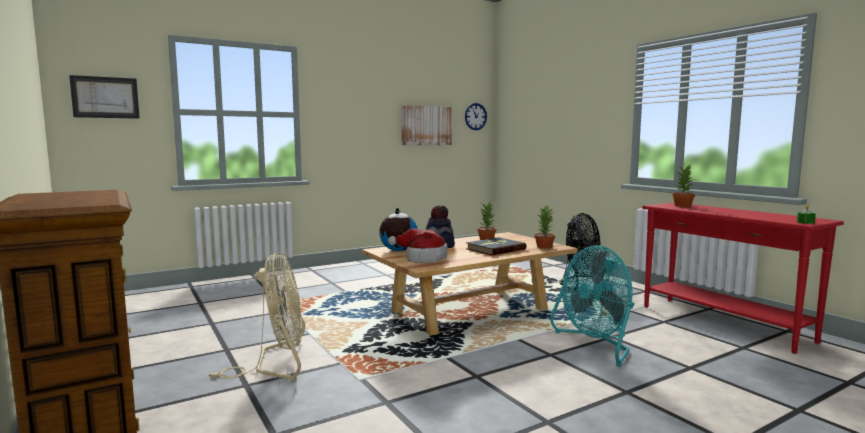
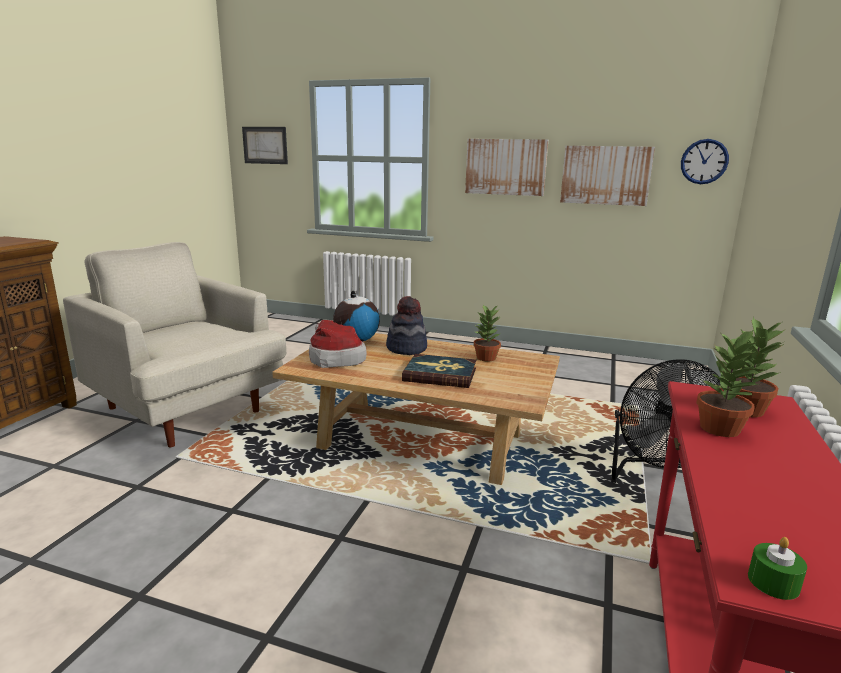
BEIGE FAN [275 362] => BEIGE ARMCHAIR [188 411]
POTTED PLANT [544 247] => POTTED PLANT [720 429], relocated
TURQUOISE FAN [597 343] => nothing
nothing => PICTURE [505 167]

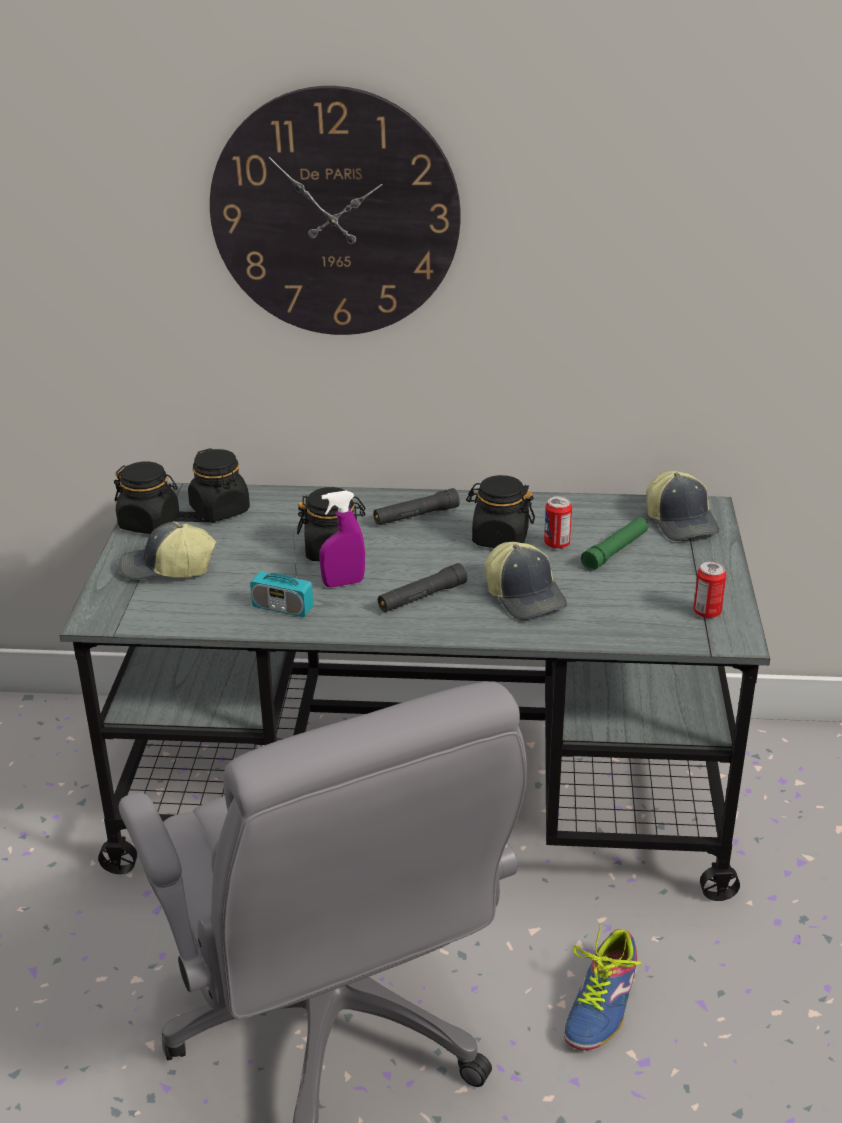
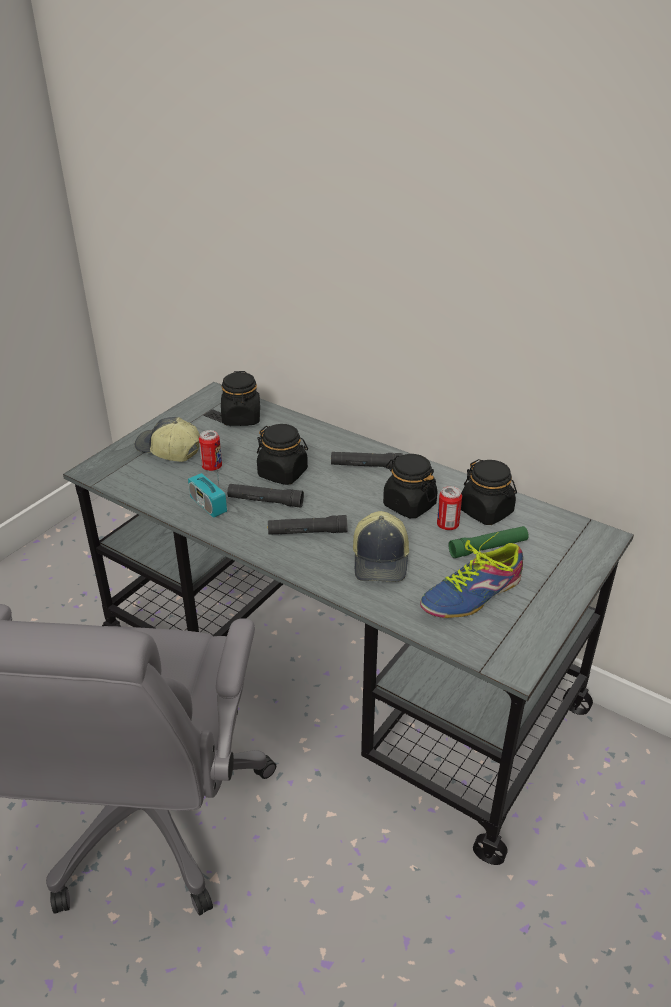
BLACK JAR [150 523] => BLACK JAR [486 511], relocated
WALL CLOCK [335 214] => nothing
PURPLE SPRAY BOTTLE [343 583] => BLACK FLASHLIGHT [265 501]
SHOE [602 1003] => SHOE [472 594], relocated
CAP [681 522] => nothing
CAN [707 612] => CAN [212 467], relocated

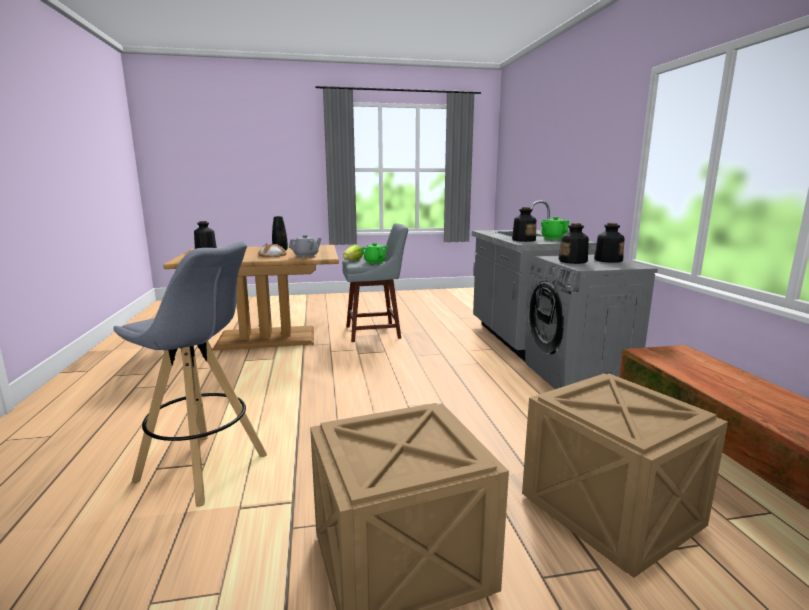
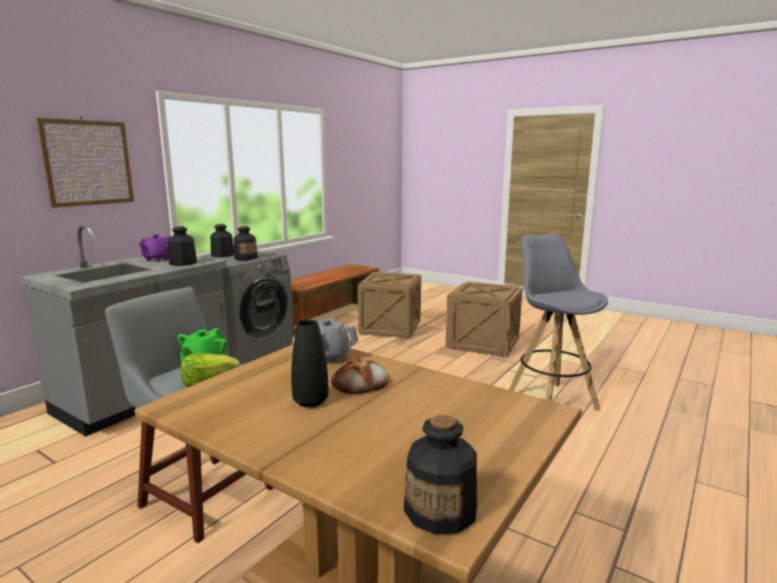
GREEN TEAPOT [554 239] => PURPLE TEAPOT [158 259]
nothing => PICTURE [88 161]

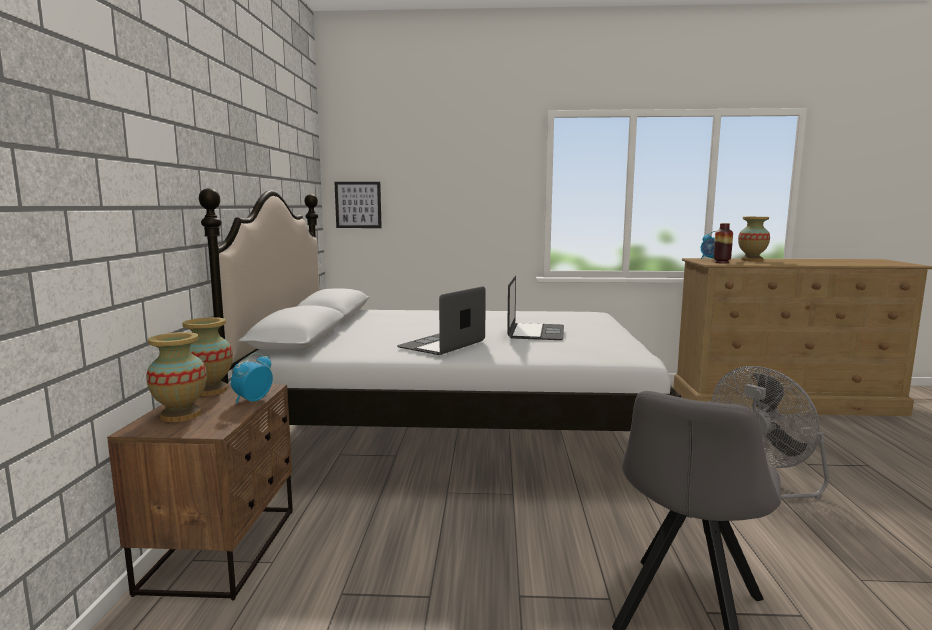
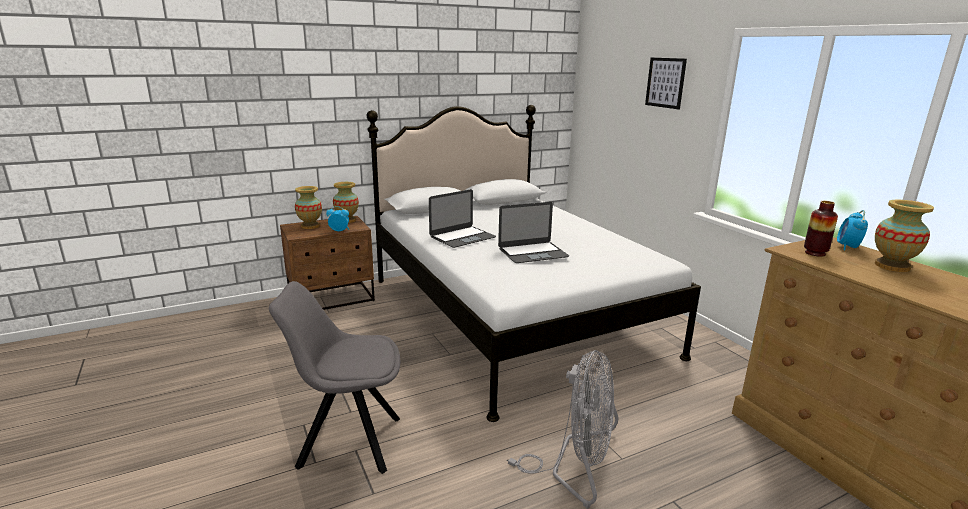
PICTURE [358 205] => PICTURE [665 82], relocated
LAPTOP [442 344] => LAPTOP [462 237], 135 degrees clockwise

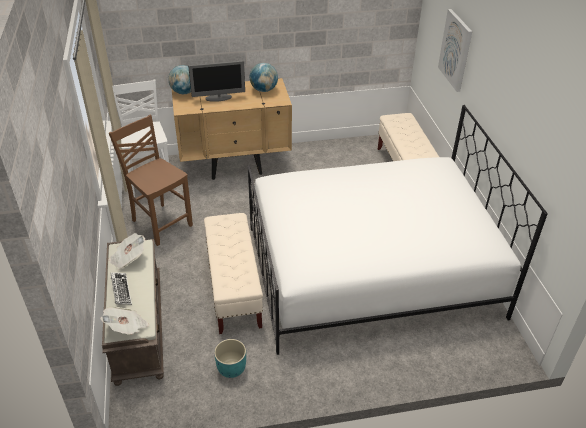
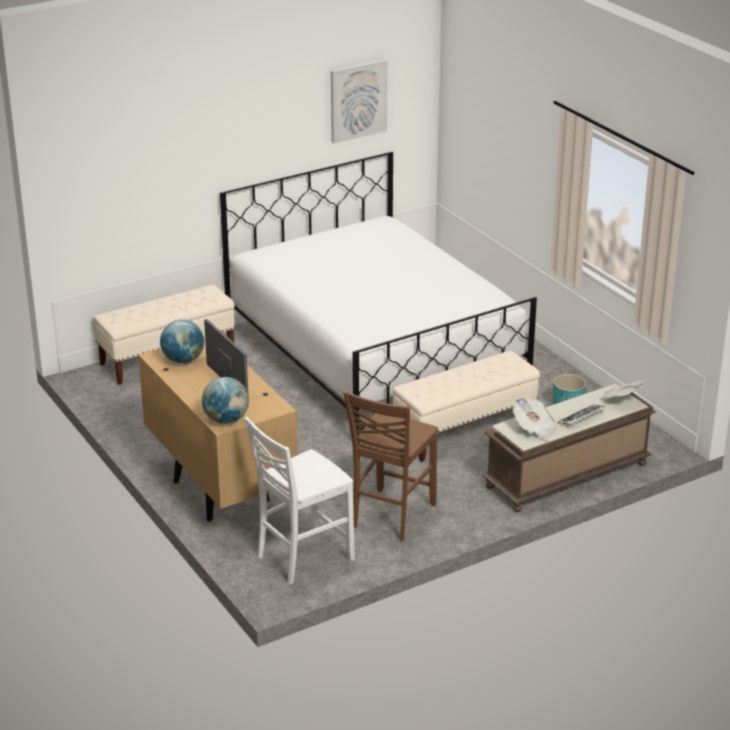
PICTURE [455 50] => PICTURE [358 100], relocated

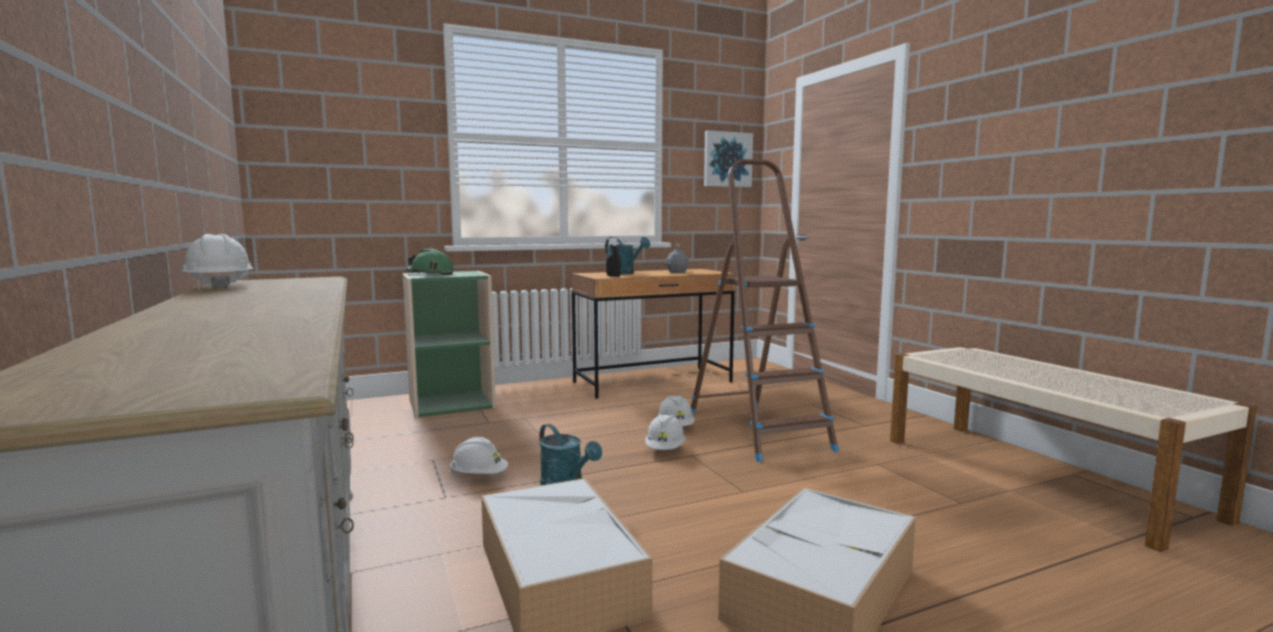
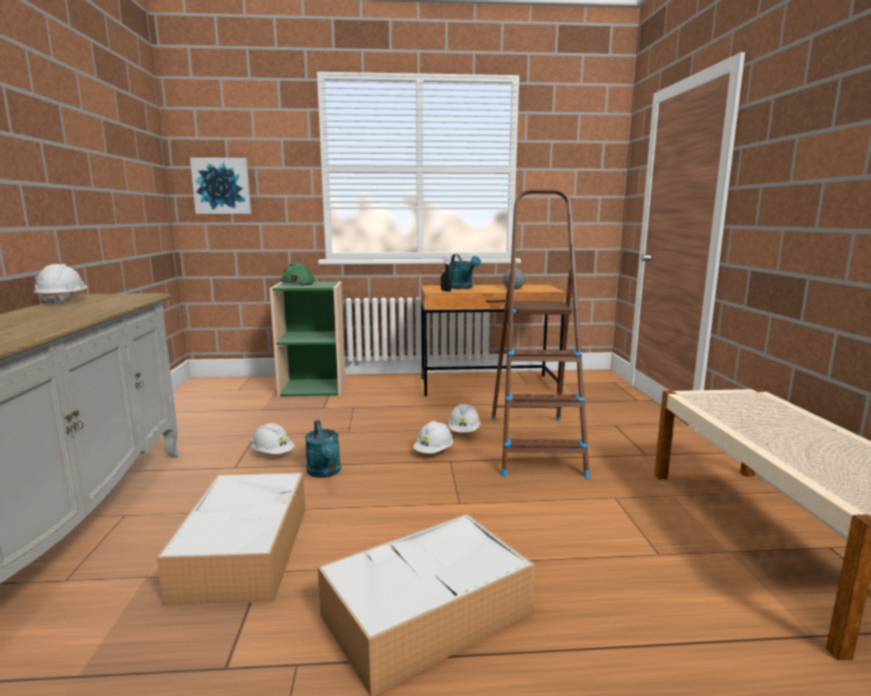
PICTURE [727 159] => PICTURE [221 186], relocated

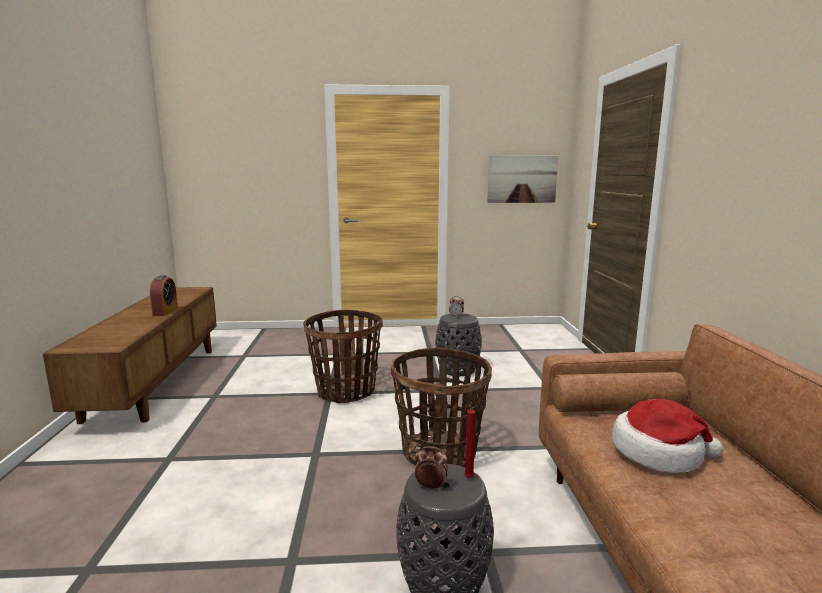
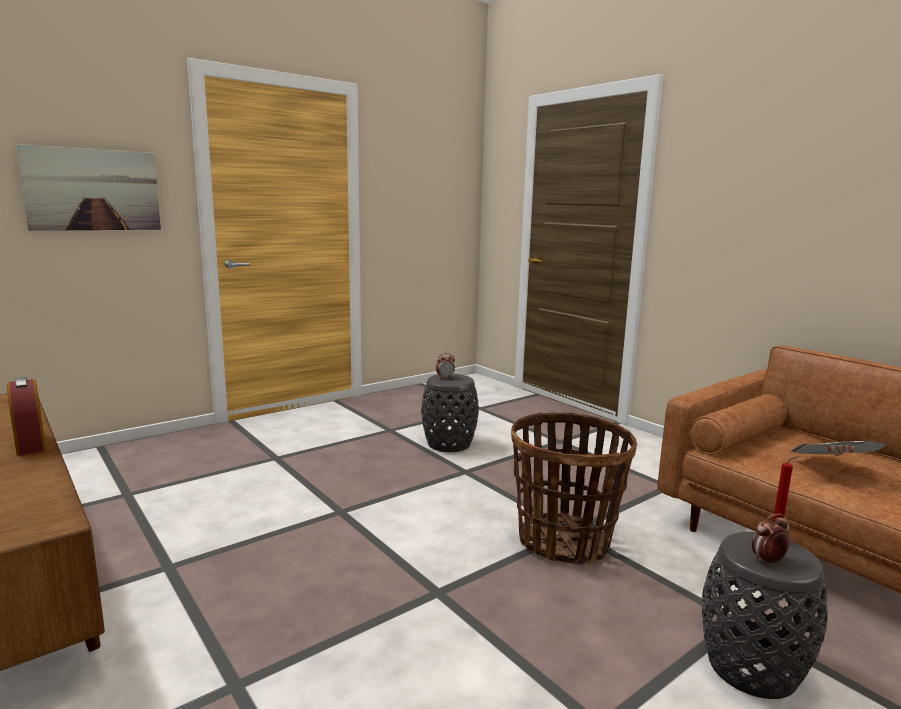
BASKET [345 391] => nothing
PICTURE [522 179] => PICTURE [93 190], relocated
HAT [659 453] => NEWSPAPER [831 468]

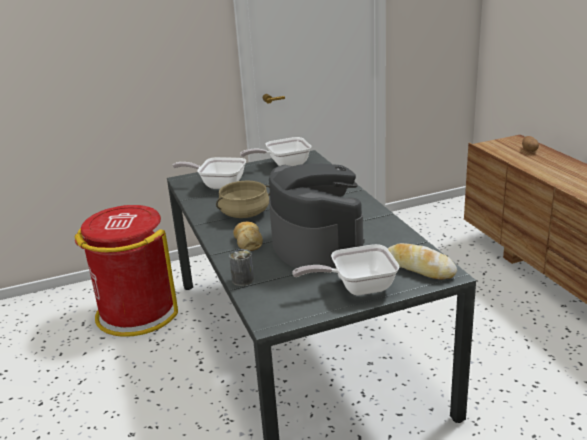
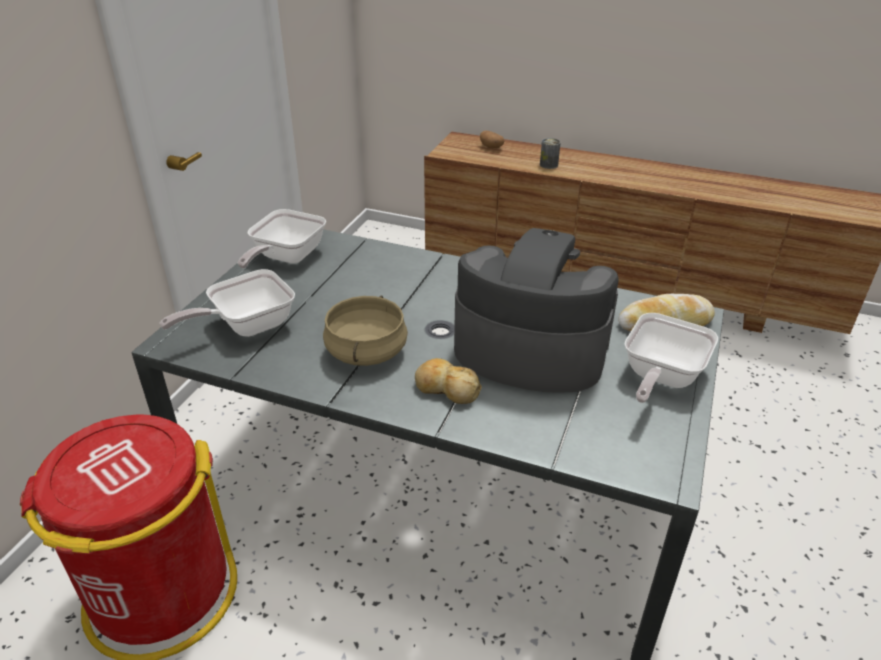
CAN [243 280] => CAN [548 165], relocated

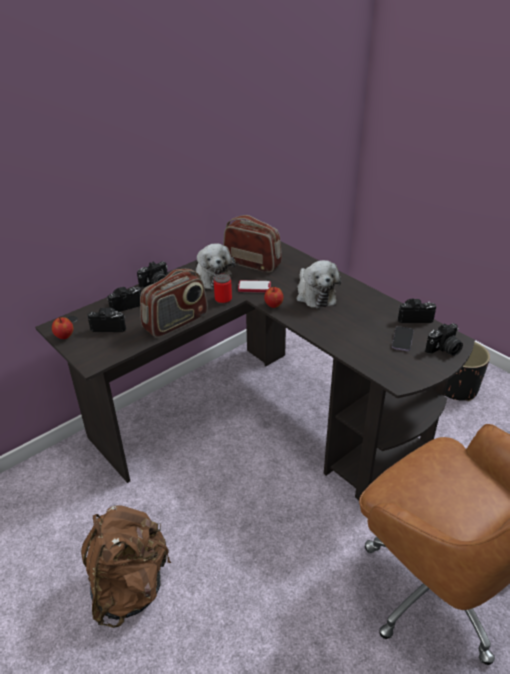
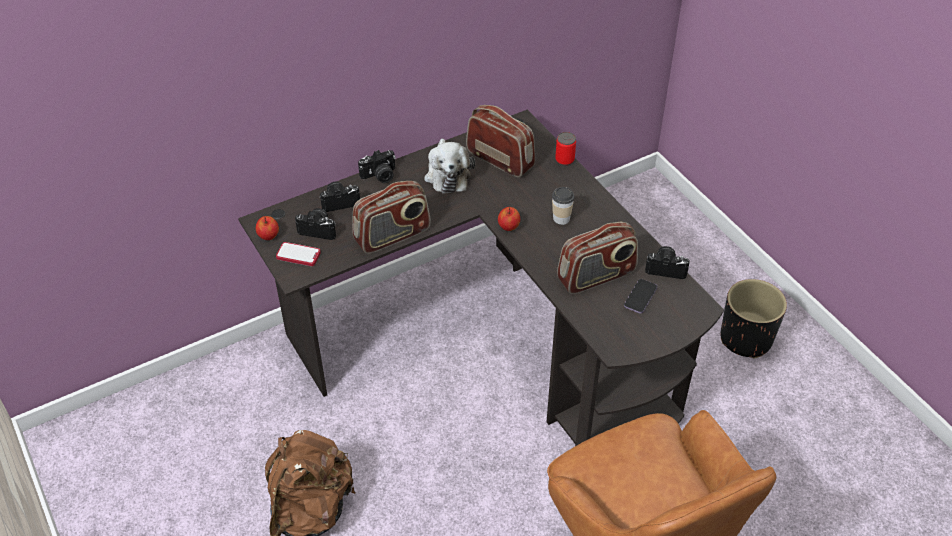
CAN [223 300] => CAN [564 160], relocated
PHONE [254 287] => PHONE [298 255], relocated
PLUSH TOY [315 294] => CUP [561 218]
PHOTO CAMERA [444 350] => nothing
nothing => RADIO [596 277]

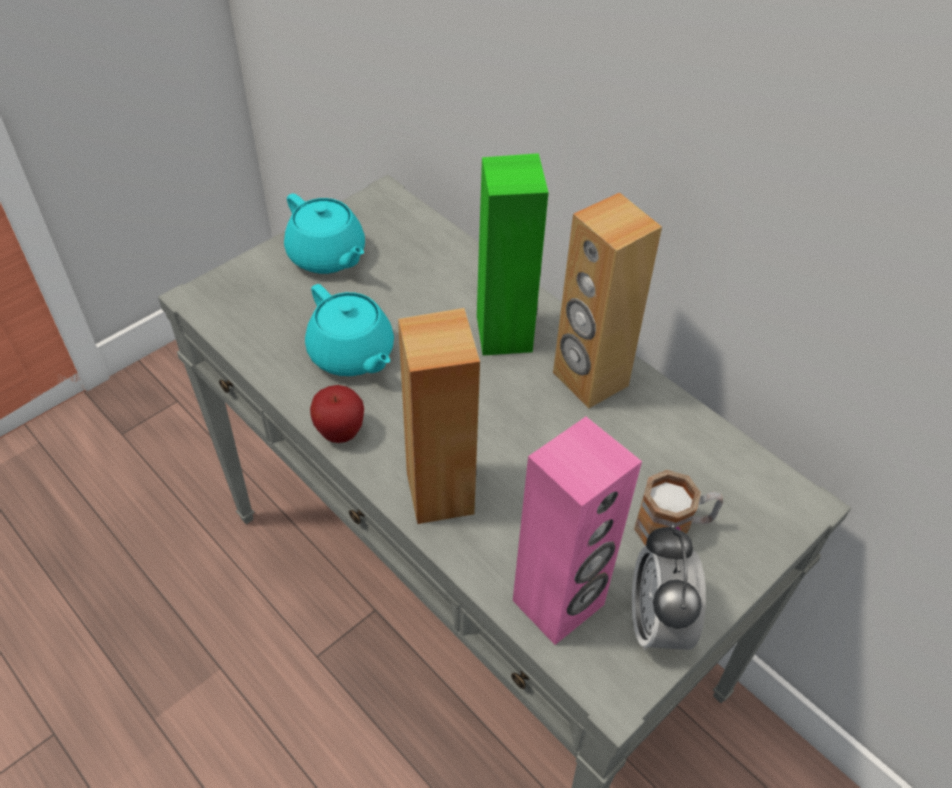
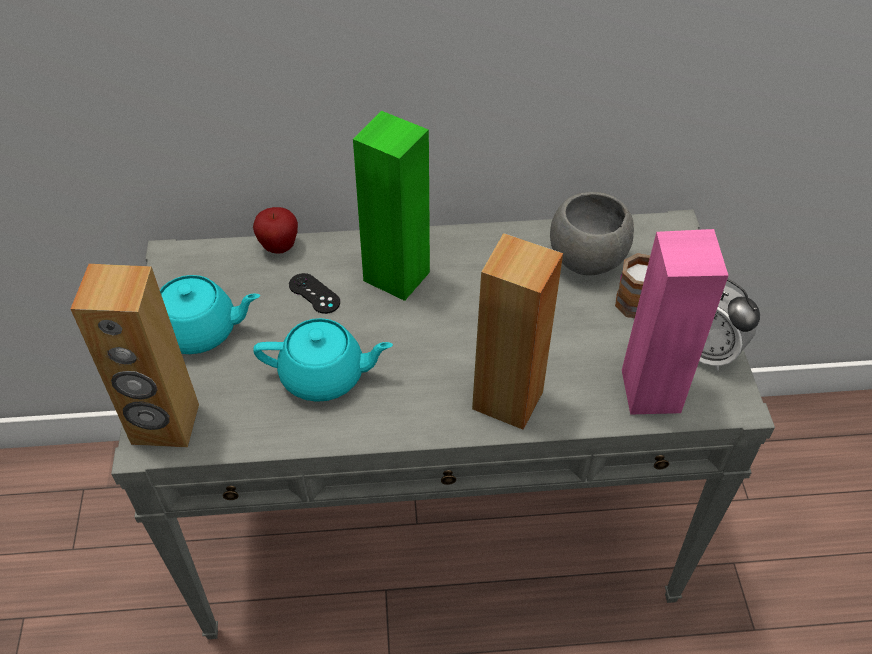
APPLE [340 432] => APPLE [279 247], relocated
BROWN SPEAKER [589 380] => BROWN SPEAKER [165 425], relocated
nothing => BLACK GAME CONTROLLER [314 293]
nothing => GREY BOWL [585 259]

